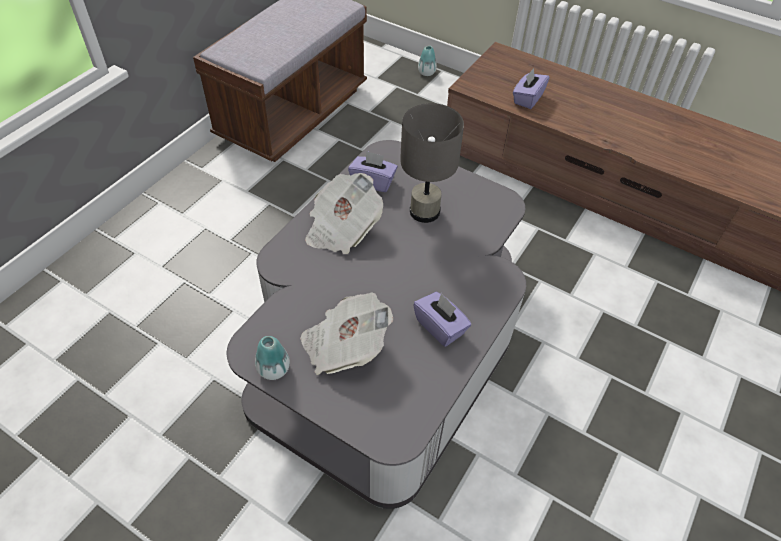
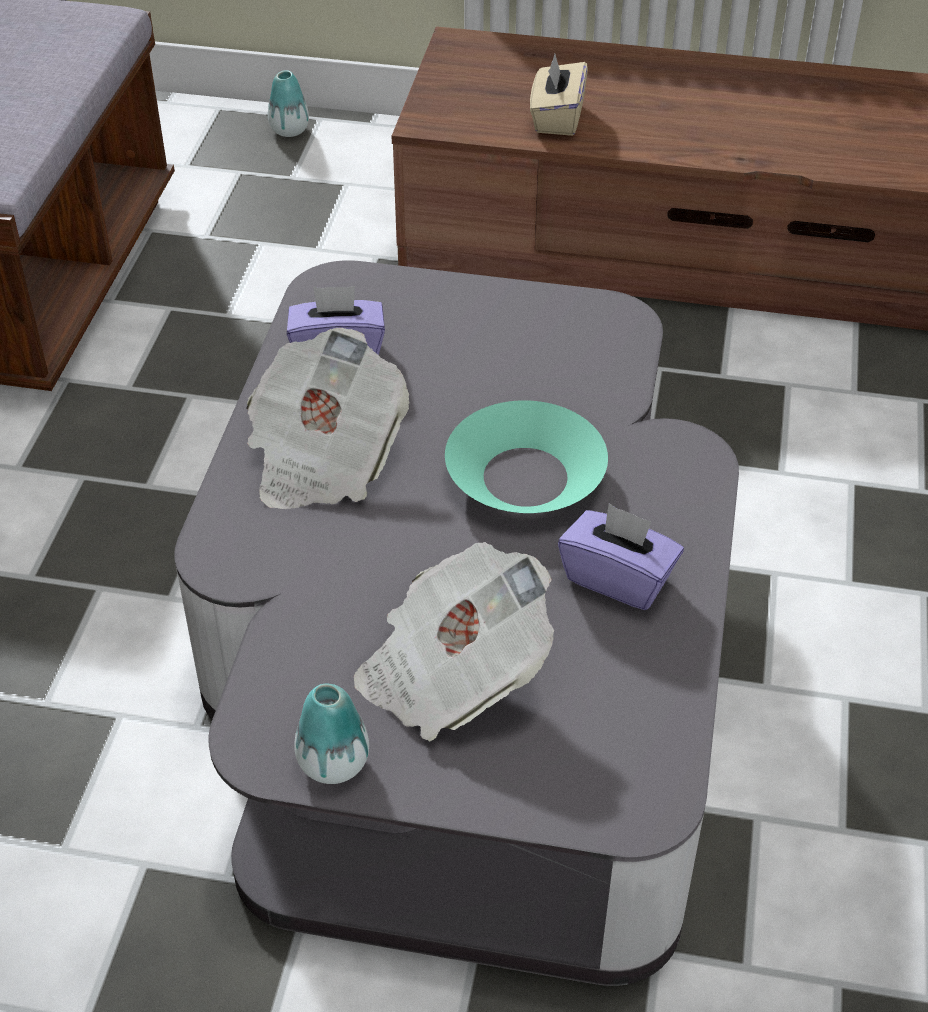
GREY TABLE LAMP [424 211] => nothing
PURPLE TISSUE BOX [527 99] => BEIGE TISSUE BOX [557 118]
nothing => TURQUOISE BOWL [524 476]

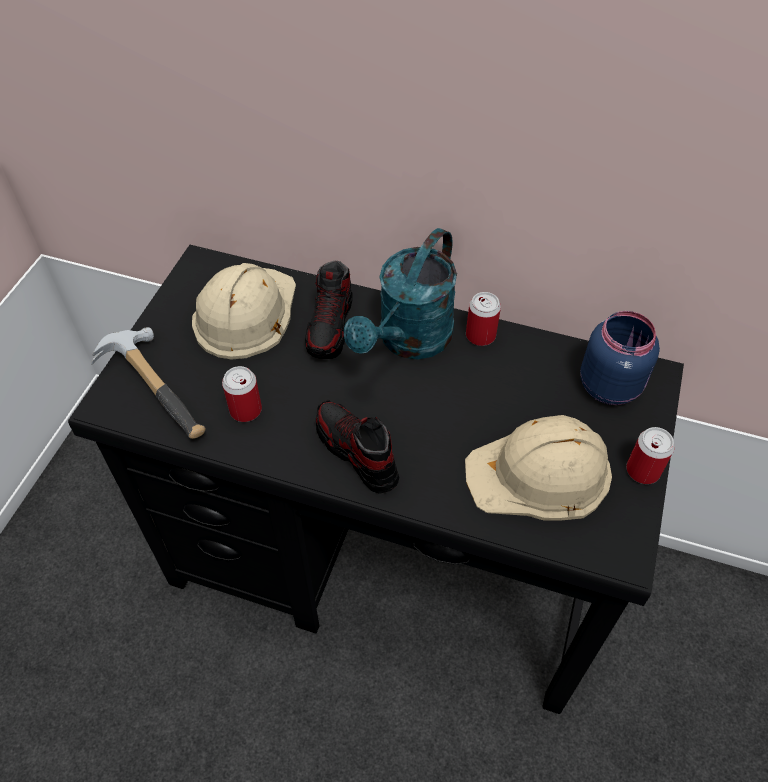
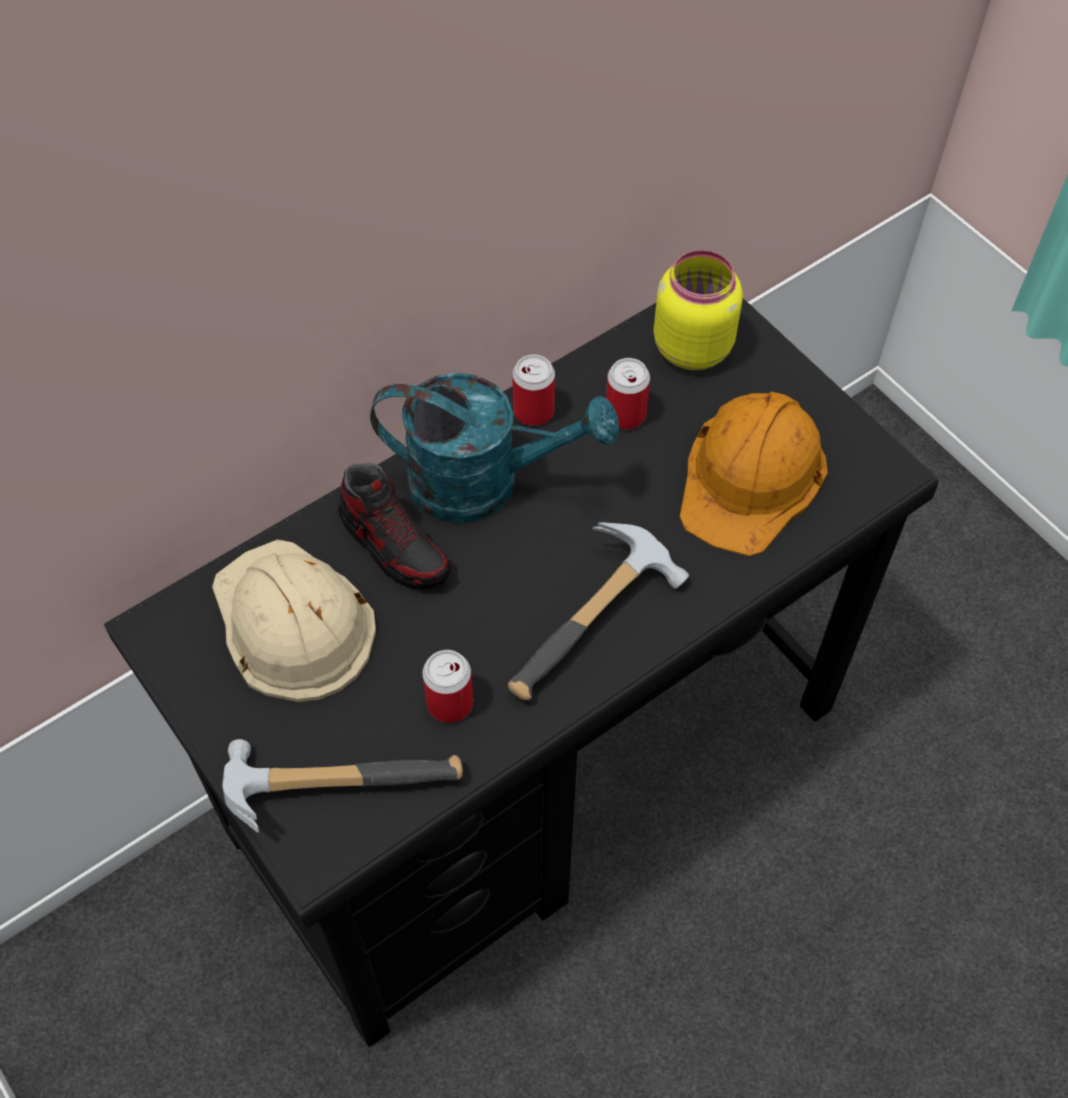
SHOE [356 452] => HAMMER [599 624]
TURQUOISE WATERING CAN [408 341] => TURQUOISE WATERING CAN [484 482], 60 degrees counterclockwise
BEIGE HARD HAT [540 474] => ORANGE HARD HAT [751 477]
BLUE JAR [610 385] => YELLOW JAR [691 346]
CAN [643 470] => CAN [625 414], relocated

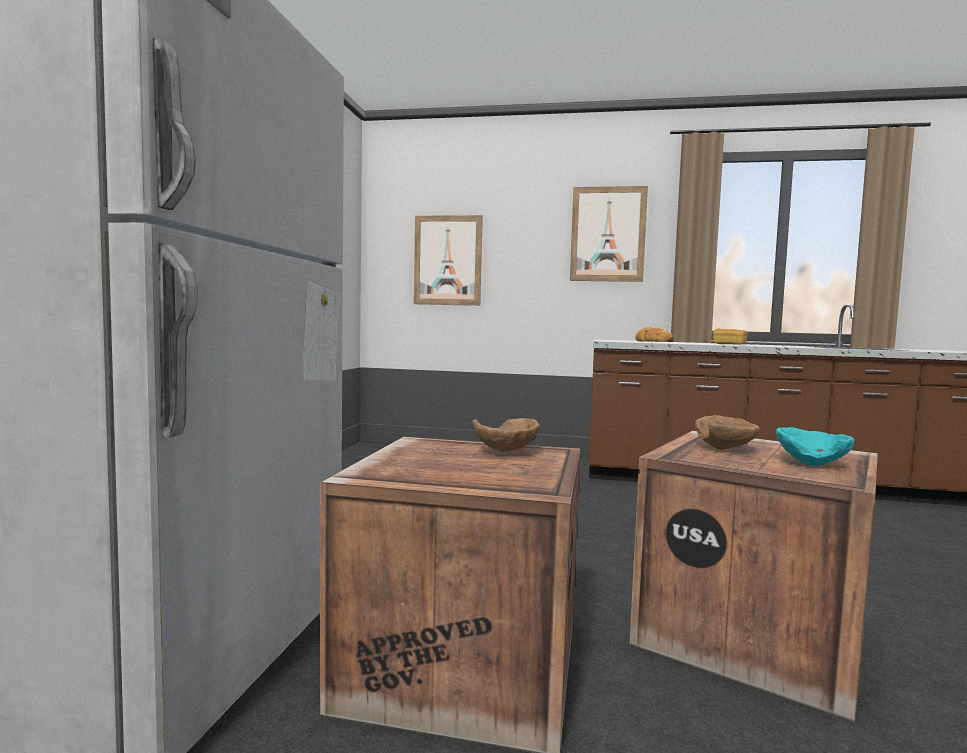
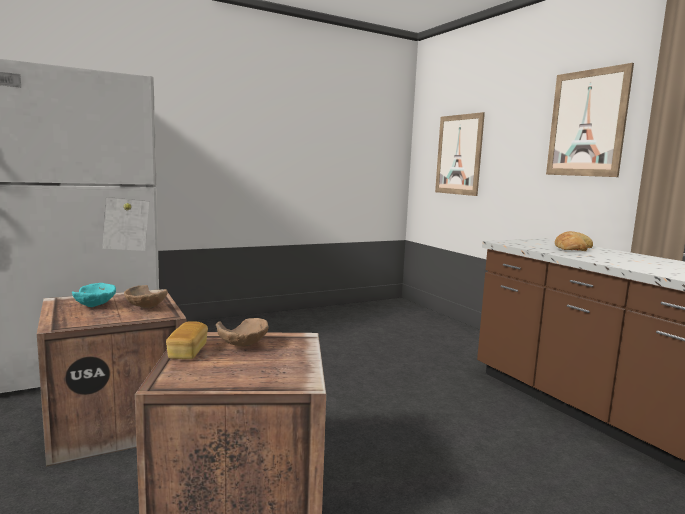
BREAD [729 344] => BREAD [188 352], relocated
TURQUOISE BOWL [813 464] => TURQUOISE BOWL [96 307], relocated

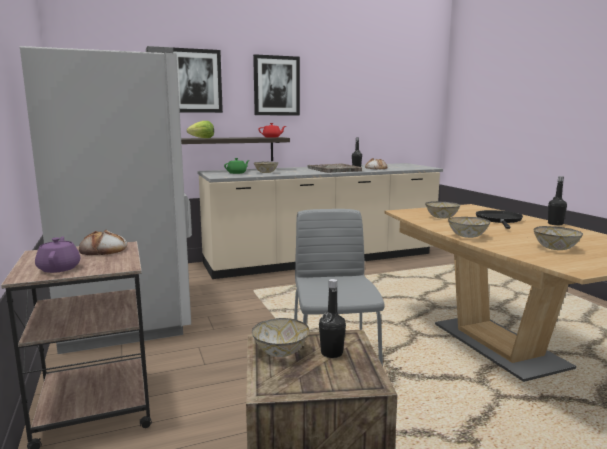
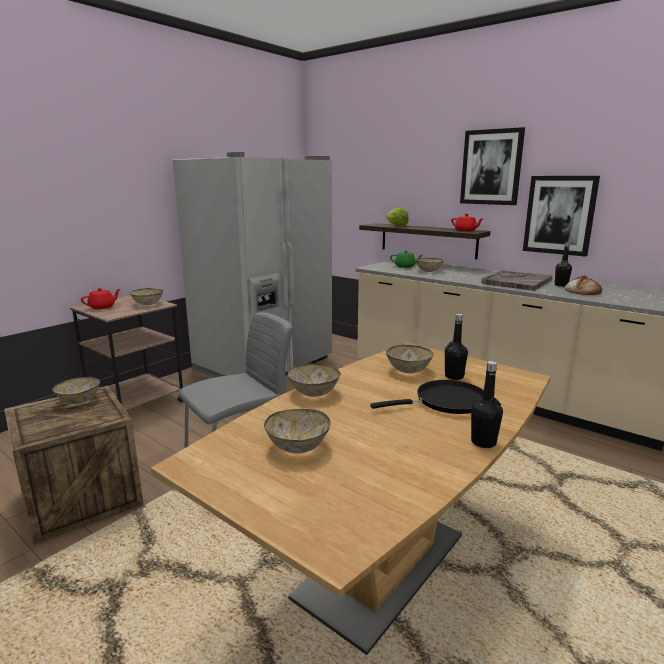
PURPLE TEAPOT [59 268] => RED TEAPOT [102 307]
BREAD [104 250] => BOWL [148 304]
PICTURE [196 81] => PICTURE [559 215], relocated
BLACK BOTTLE [331 353] => BLACK BOTTLE [454 376], relocated

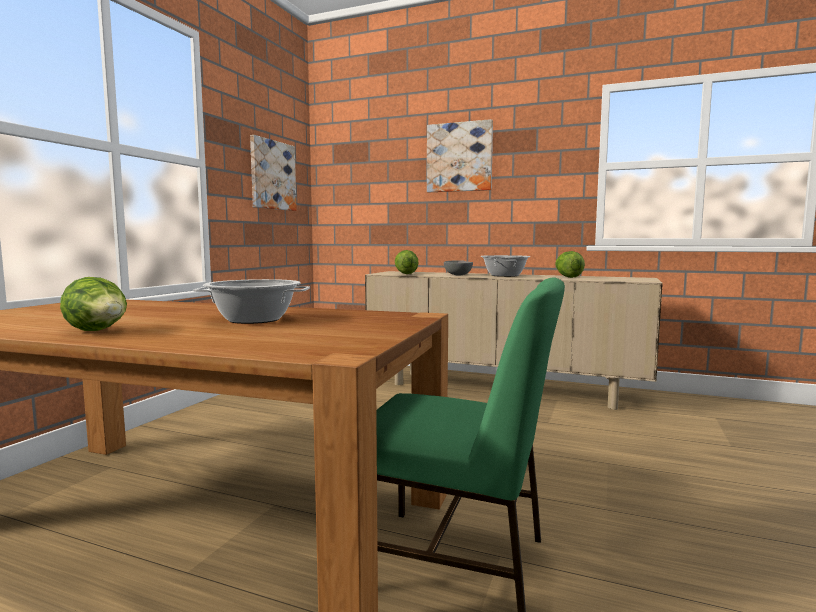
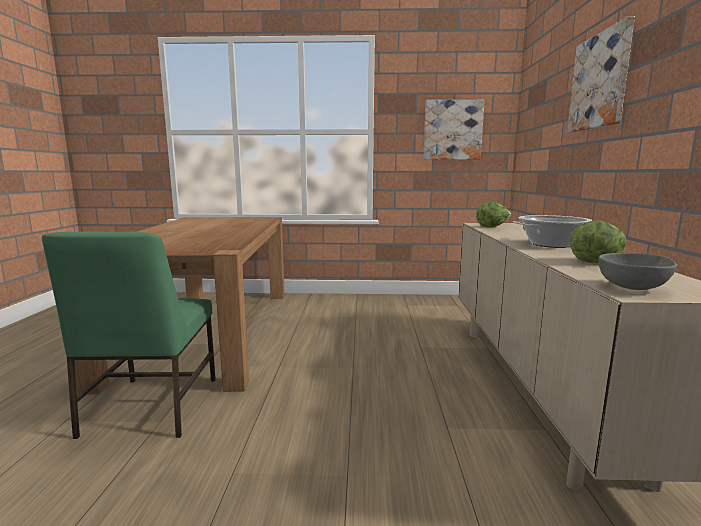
LETTUCE [98 331] => nothing
COOKING POT [253 320] => nothing
GREY BOWL [458 275] => GREY BOWL [634 288], relocated

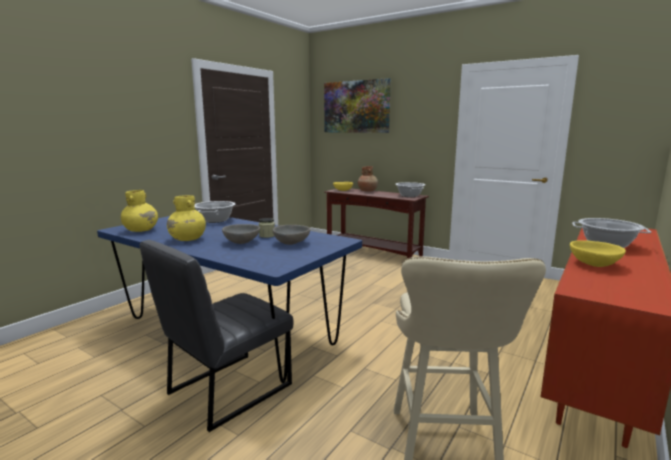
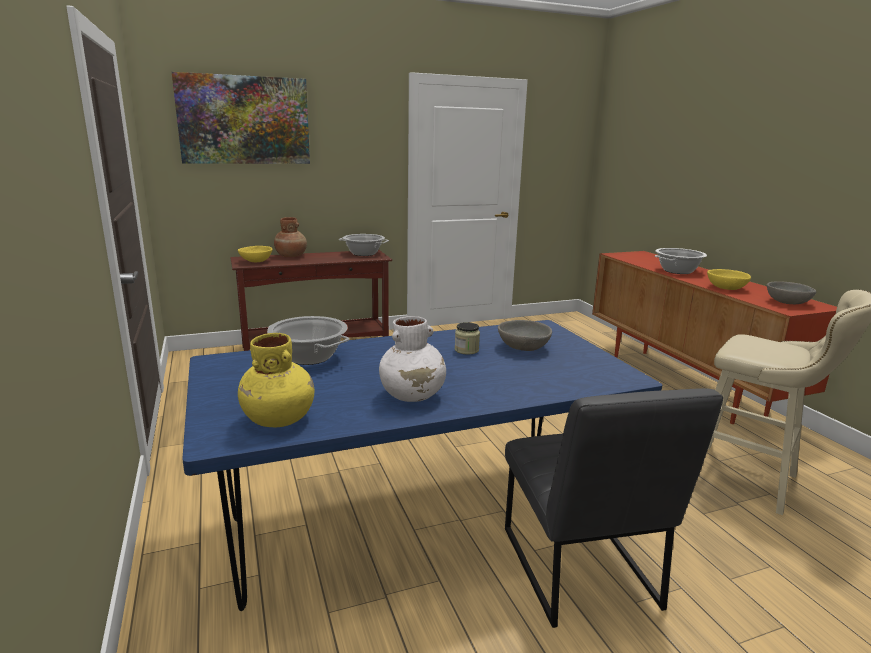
YELLOW VASE [187 239] => WHITE VASE [413 395]
GREY BOWL [241 242] => GREY BOWL [788 303], relocated

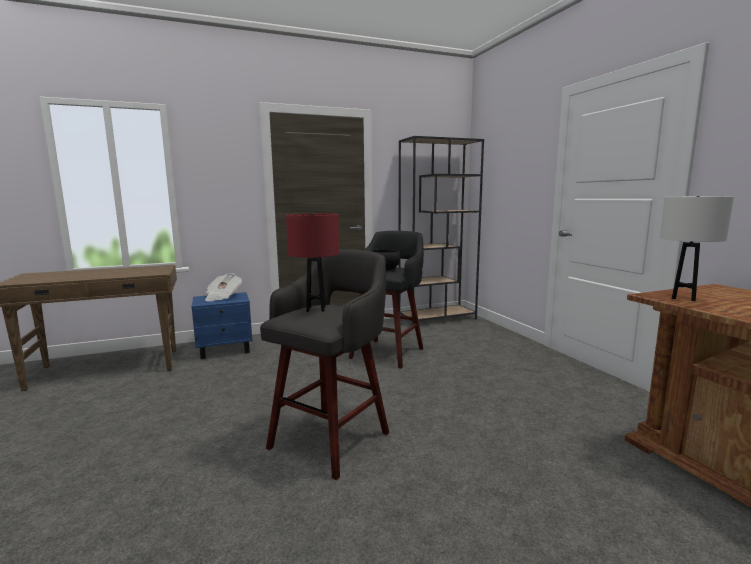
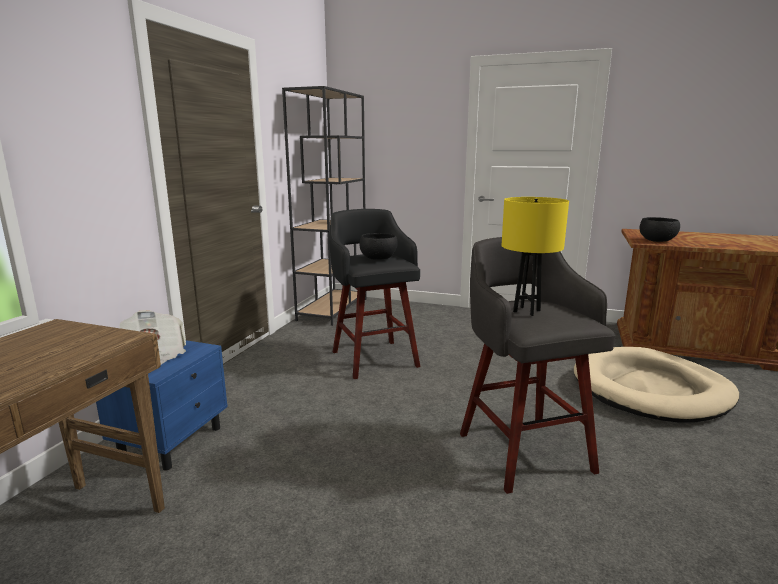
RED TABLE LAMP [316 309] => YELLOW TABLE LAMP [526 311]
WHITE TABLE LAMP [683 298] => BLACK BOWL [657 240]
nothing => BEIGE DOG BED [651 390]

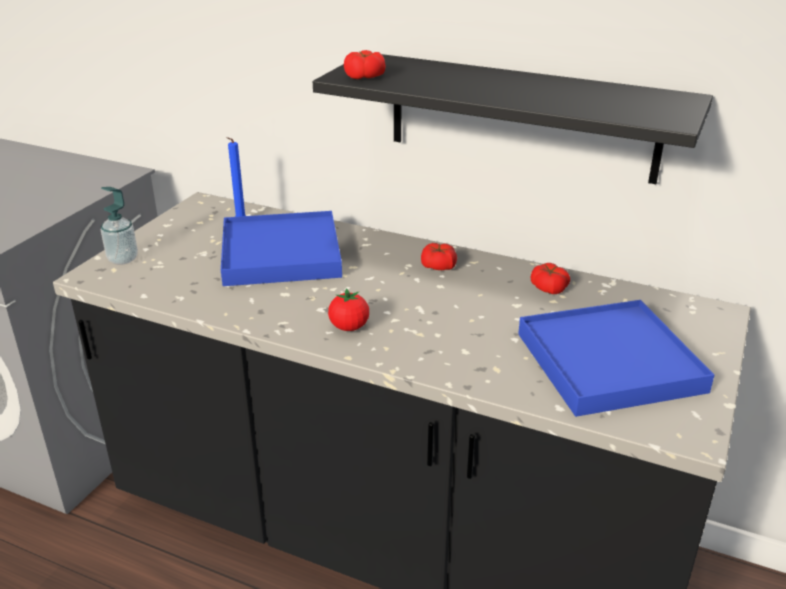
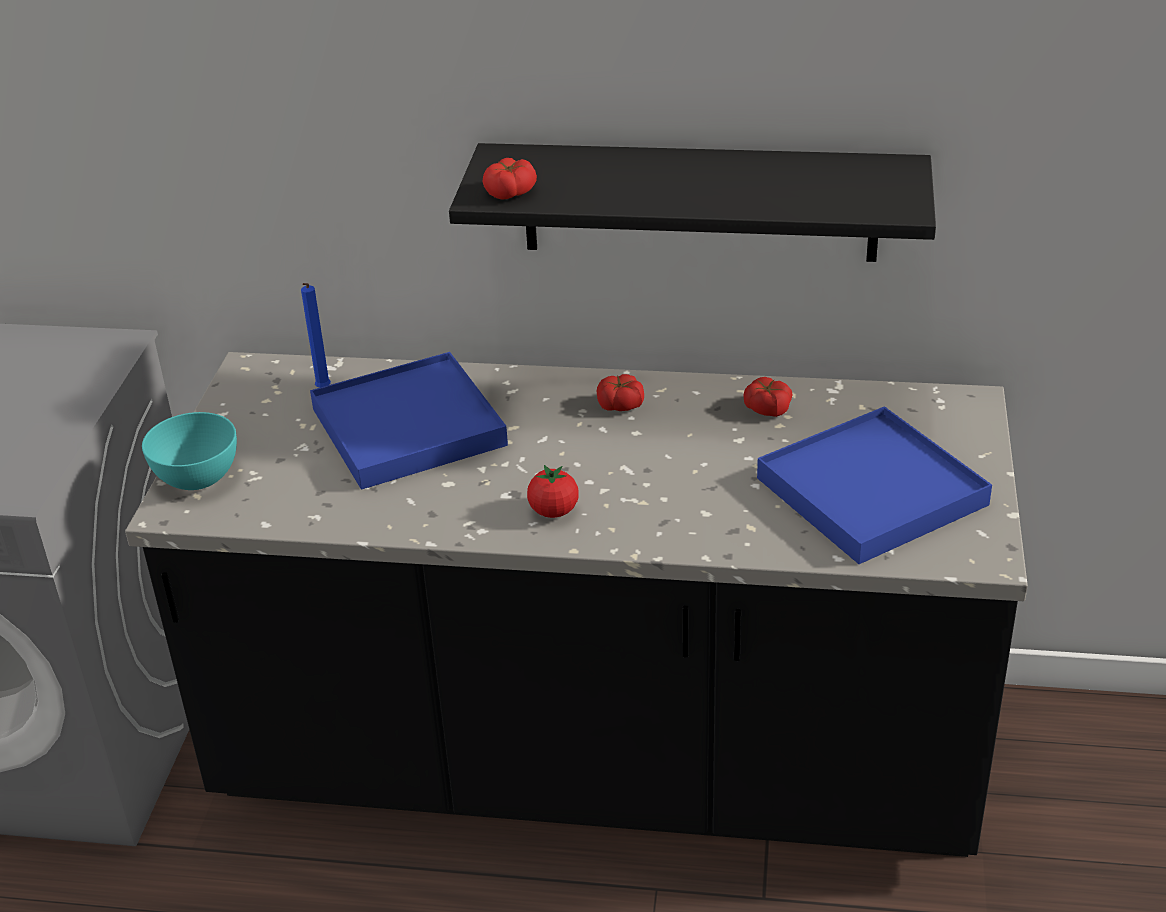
SOAP DISPENSER [123 259] => TURQUOISE BOWL [198 478]

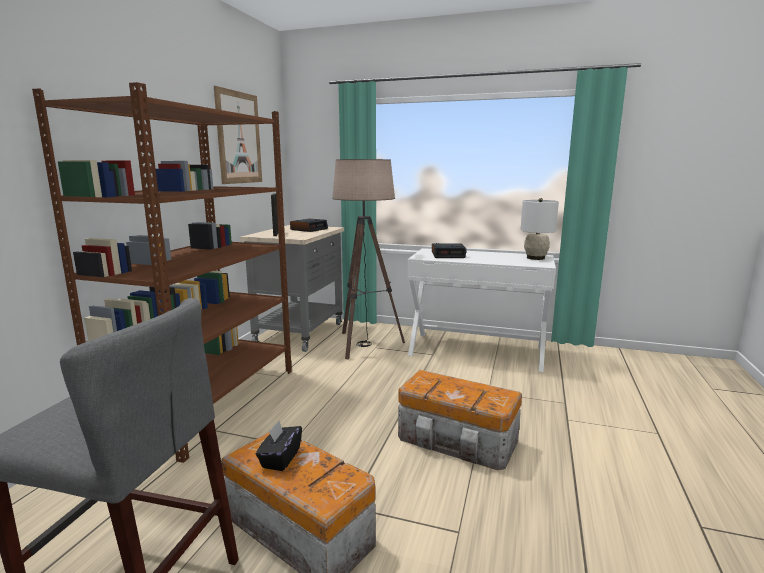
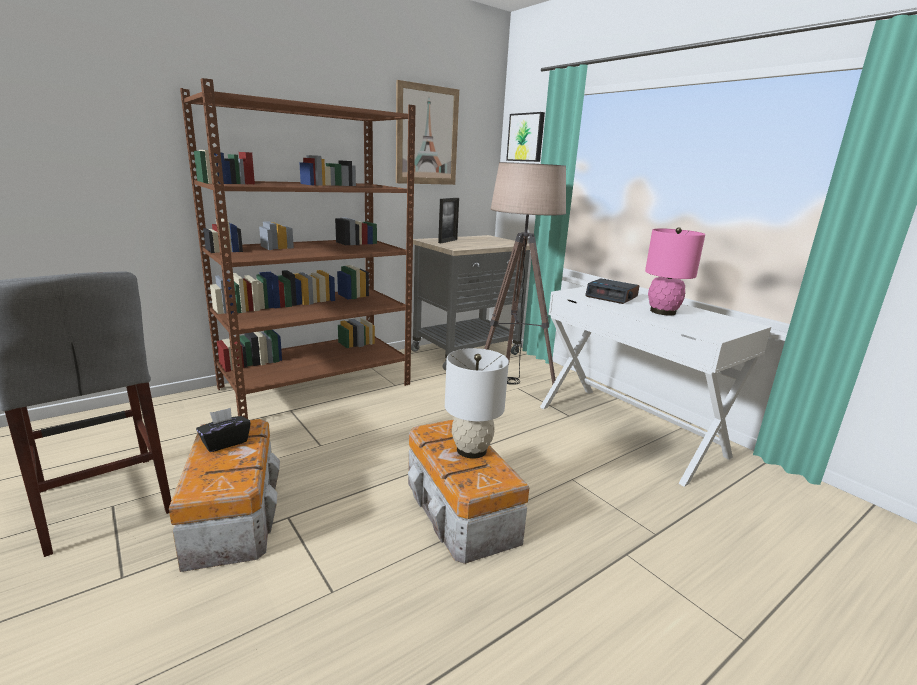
ALARM CLOCK [309 229] => nothing
WHITE TABLE LAMP [535 258] => WHITE TABLE LAMP [471 450], relocated
nothing => PICTURE [526 137]
nothing => PINK TABLE LAMP [662 312]

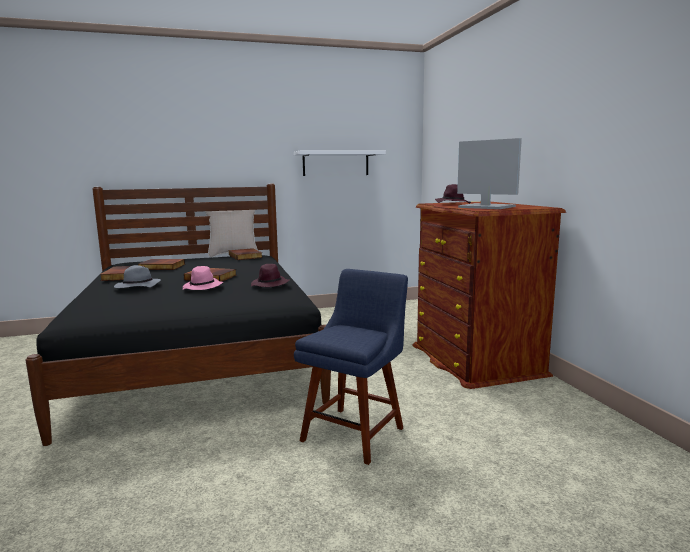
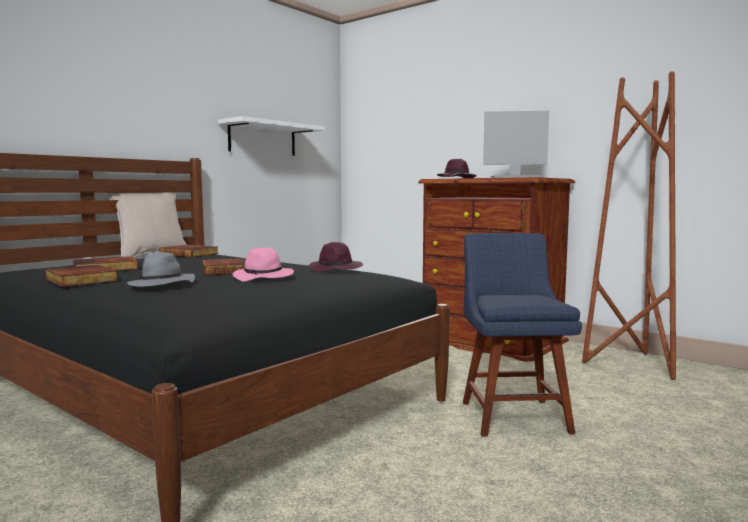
nothing => BROWN CLOTHES RACK [633 365]

